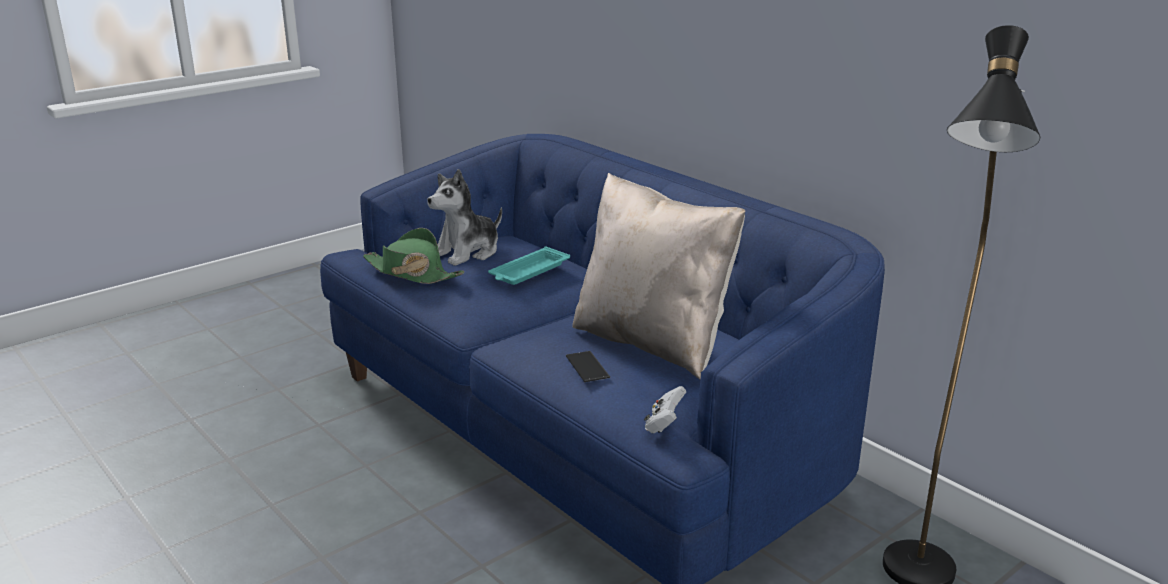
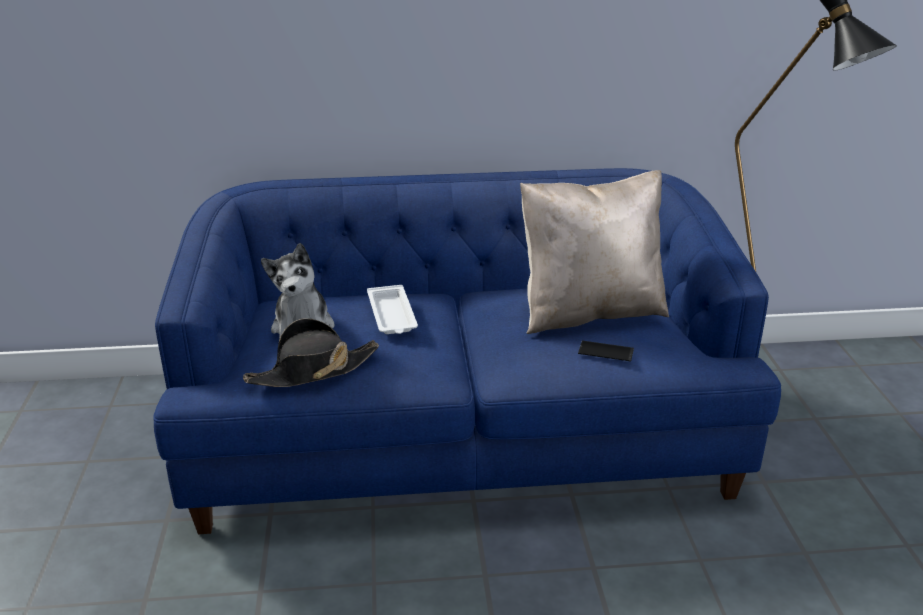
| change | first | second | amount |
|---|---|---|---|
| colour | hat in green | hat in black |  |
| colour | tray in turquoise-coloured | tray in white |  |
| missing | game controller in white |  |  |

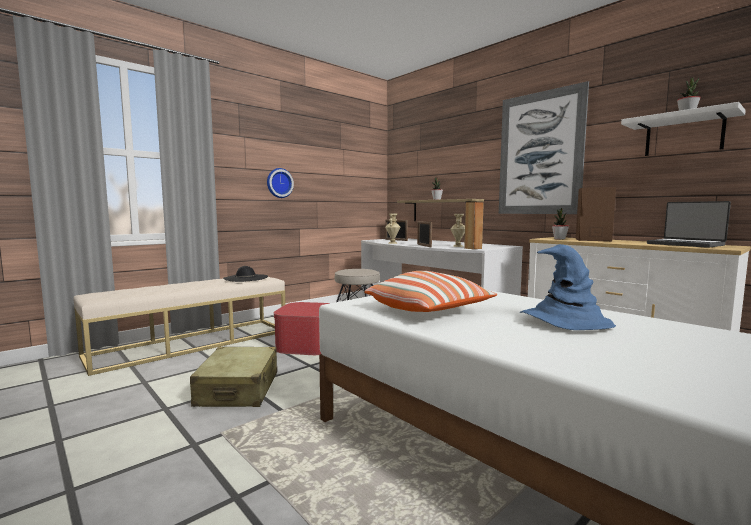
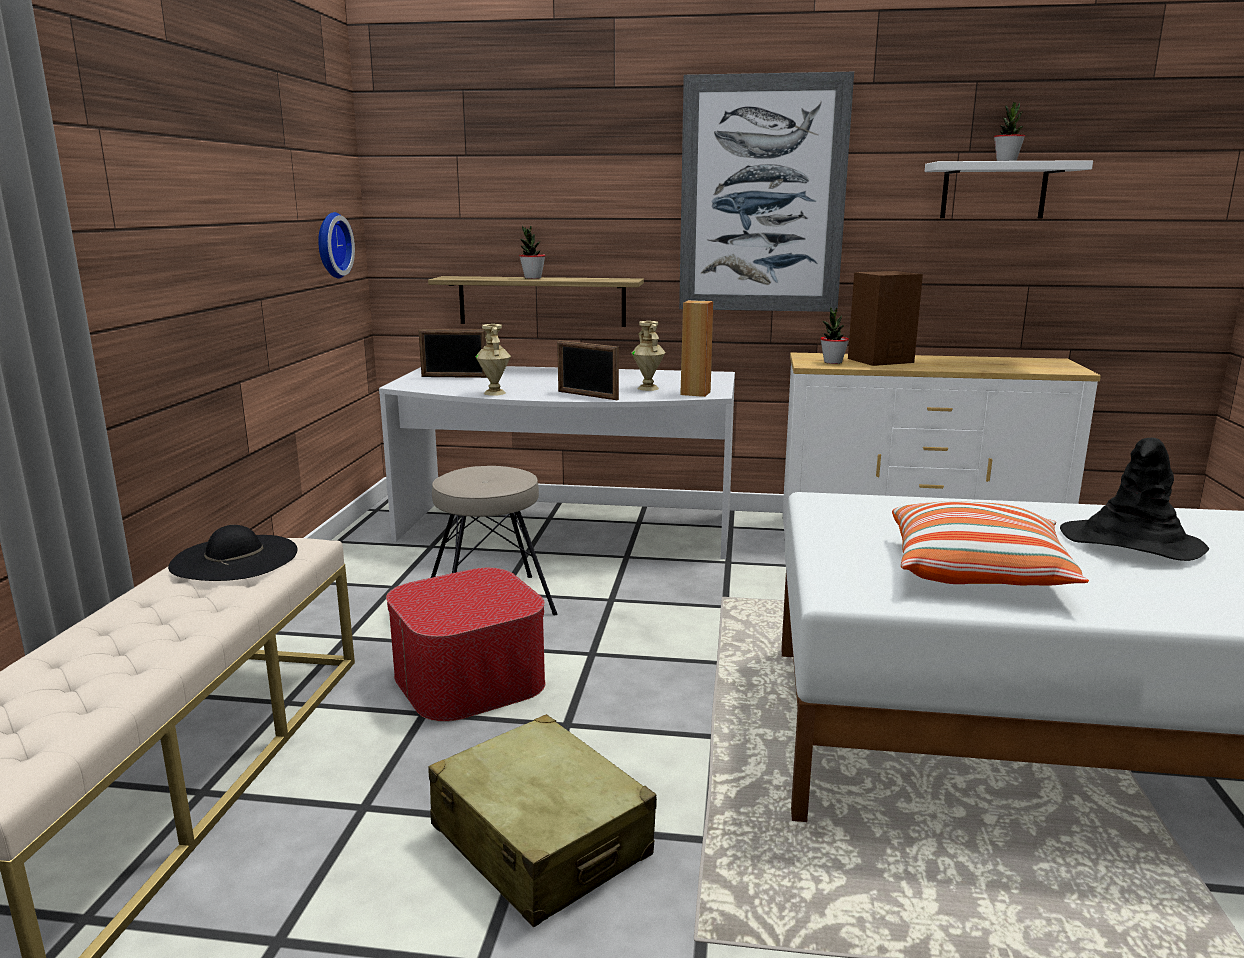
| change | first | second | amount |
|---|---|---|---|
| relocated | hanging clock |  |  |
| colour | hat in bluish | hat in black (no. 2 from left) |  |
| missing | portable computer |  |  |

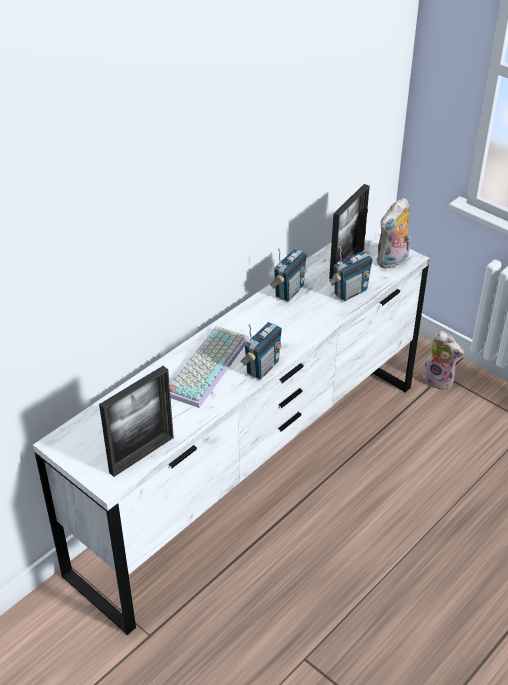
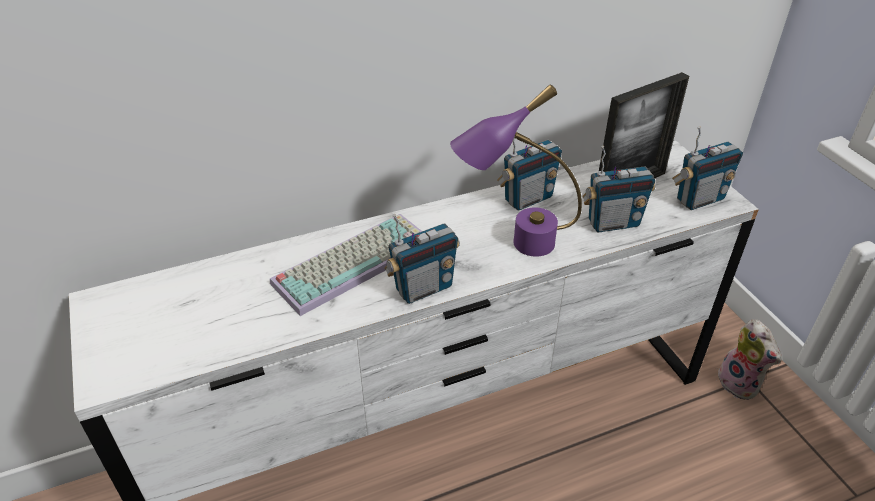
| change | first | second | amount |
|---|---|---|---|
| missing | standing frame (no. 1 from left) |  |  |
| exchanged | cuddly toy (no. 1 from left) | radio set (no. 4 from left) |  |
| appeared |  | lamp for a table in purple-coloured |  |

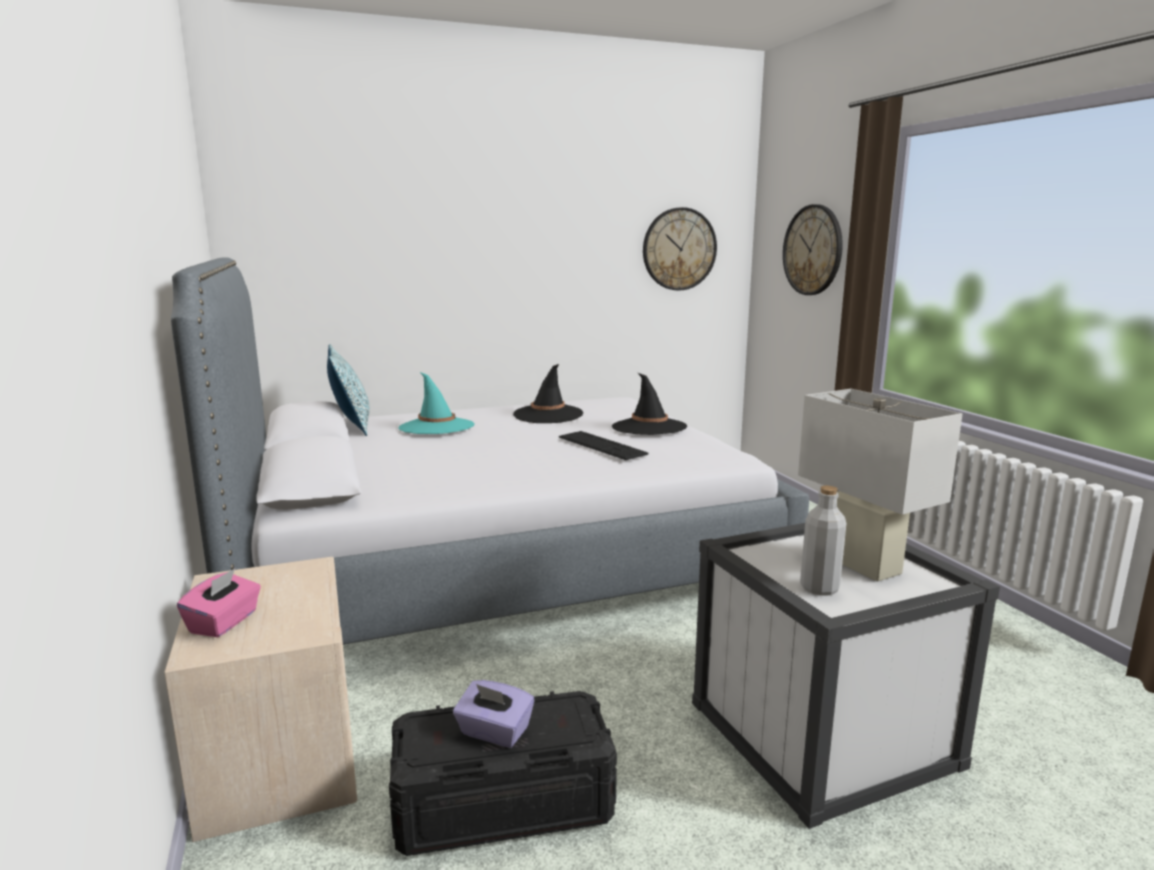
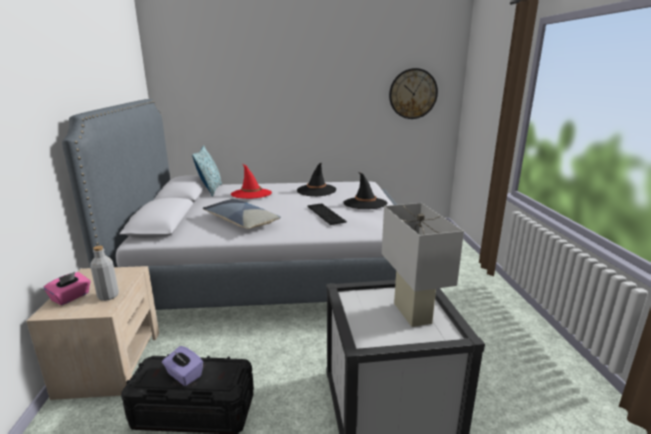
| change | first | second | amount |
|---|---|---|---|
| colour | hat in turquoise-coloured | hat in red-coloured |  |
| missing | hanging clock (no. 2 from left) |  |  |
| relocated | beverage bottle in gray |  |  |
| appeared |  | cushion (no. 2 from left) |  |

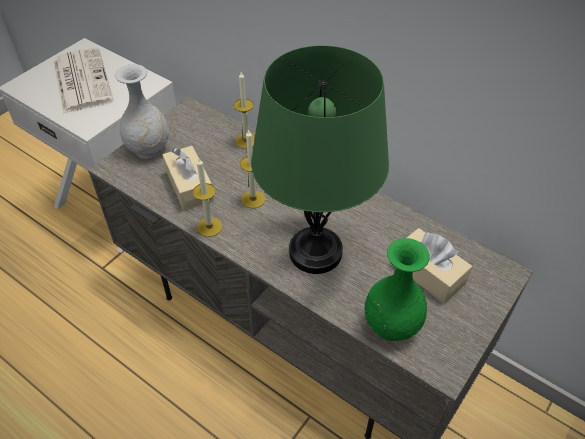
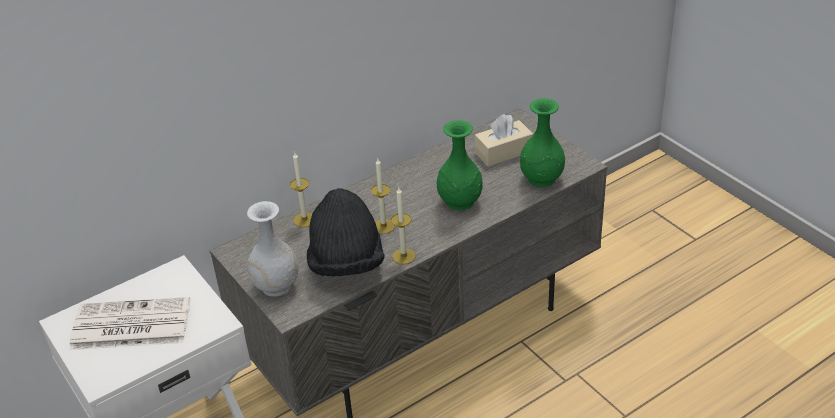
| change | first | second | amount |
|---|---|---|---|
| exchanged | tissue holder in beige (no. 1 from left) | hat in black |  |
| exchanged | lamp for a table in green | decorative vase in green (no. 1 from left) |  |

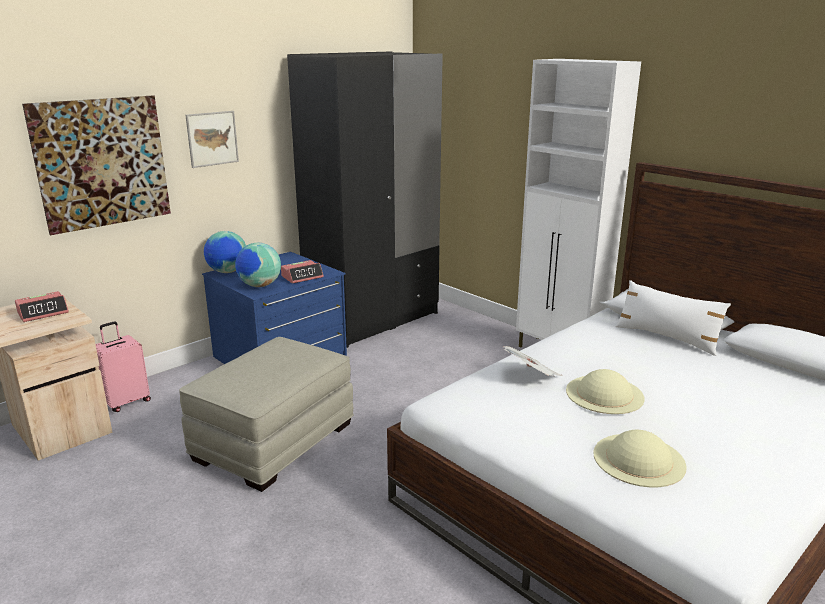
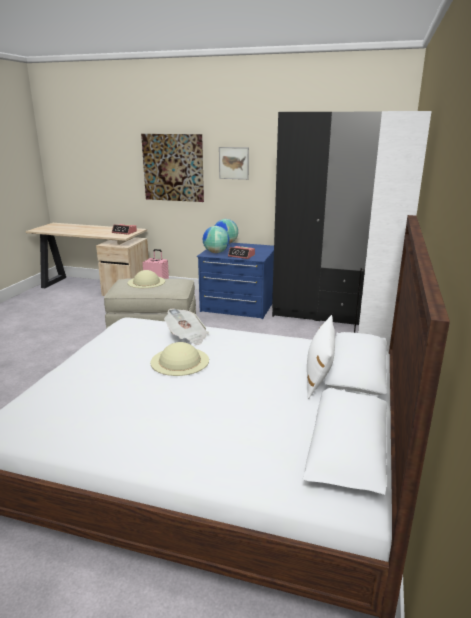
| change | first | second | amount |
|---|---|---|---|
| relocated | hat in beige (no. 2 from left in the first image) | hat in beige (no. 1 from left) |  |

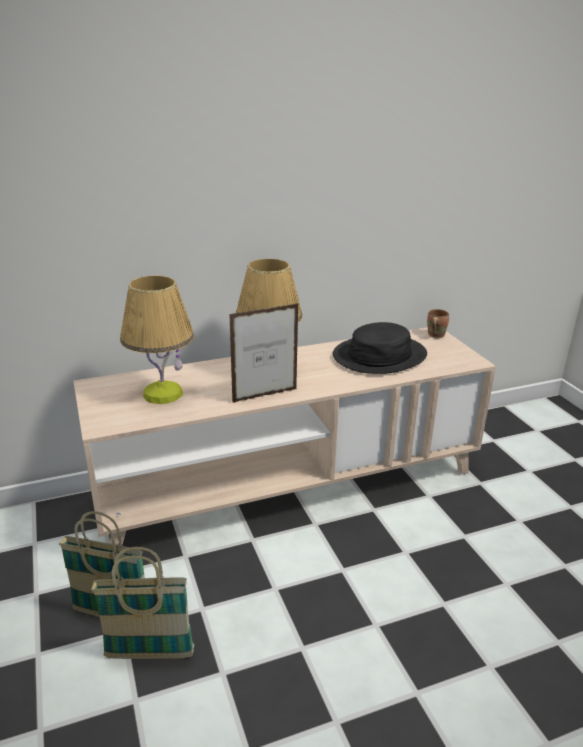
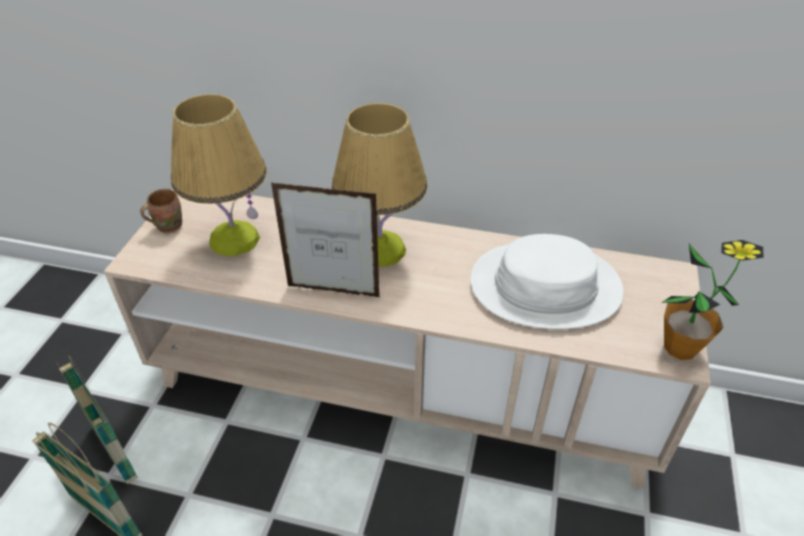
| change | first | second | amount |
|---|---|---|---|
| colour | hat in black | hat in white |  |
| relocated | coffee mug in brown-coloured |  |  |
| appeared |  | potted plant |  |

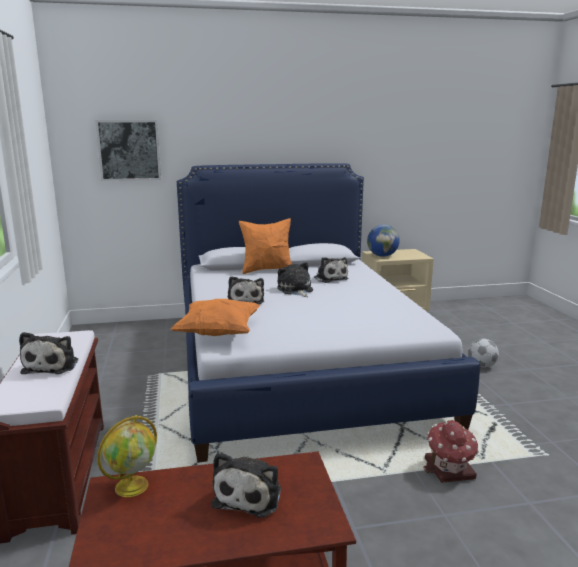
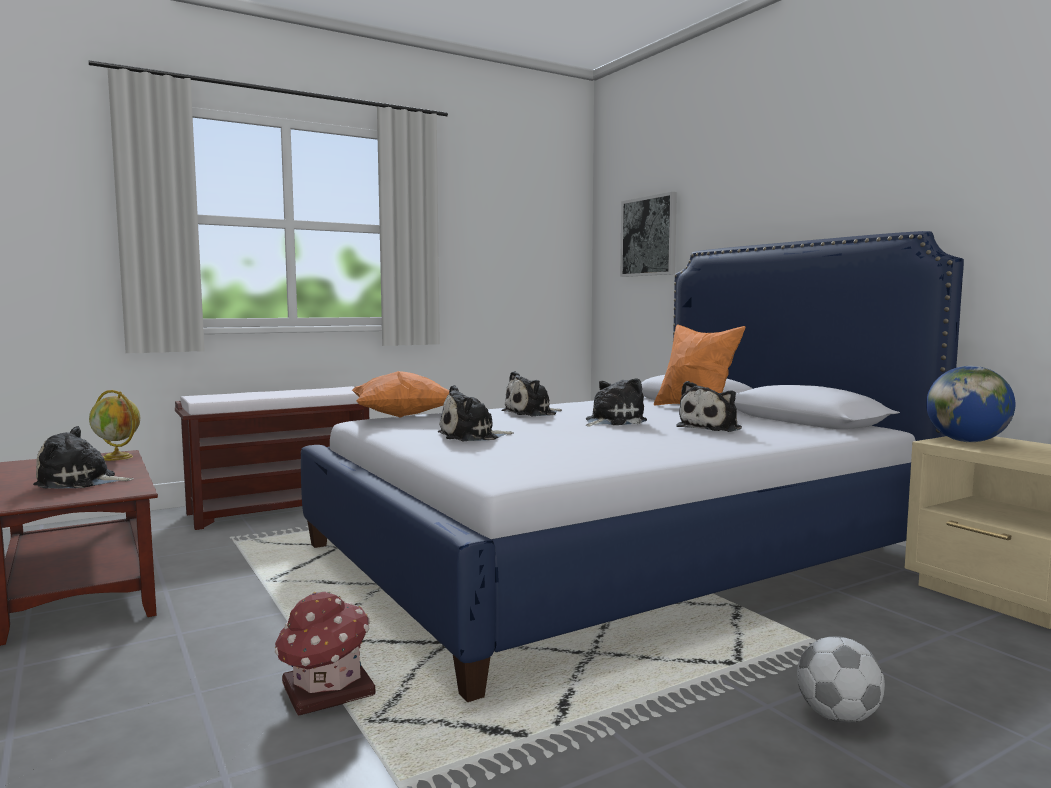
| change | first | second | amount |
|---|---|---|---|
| relocated | cuddly toy (no. 1 from left in the first image) | cuddly toy (no. 2 from left) |  |

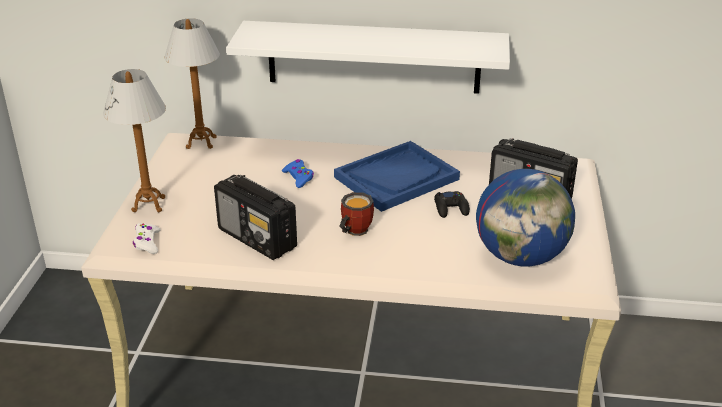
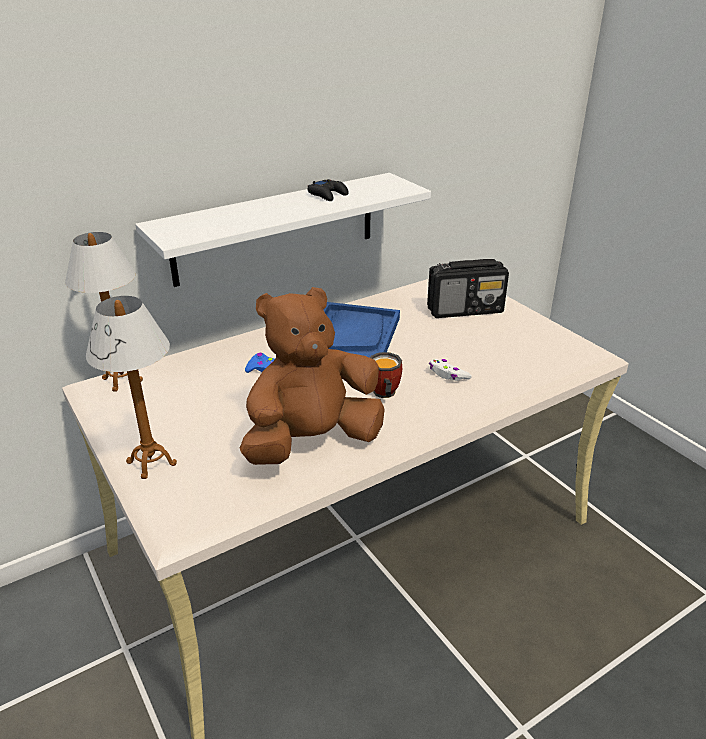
| change | first | second | amount |
|---|---|---|---|
| relocated | game controller in white |  |  |
| exchanged | radio set (no. 1 from left) | cuddly toy in brown-coloured |  |
| relocated | game controller in black |  |  |
| missing | world globe |  |  |

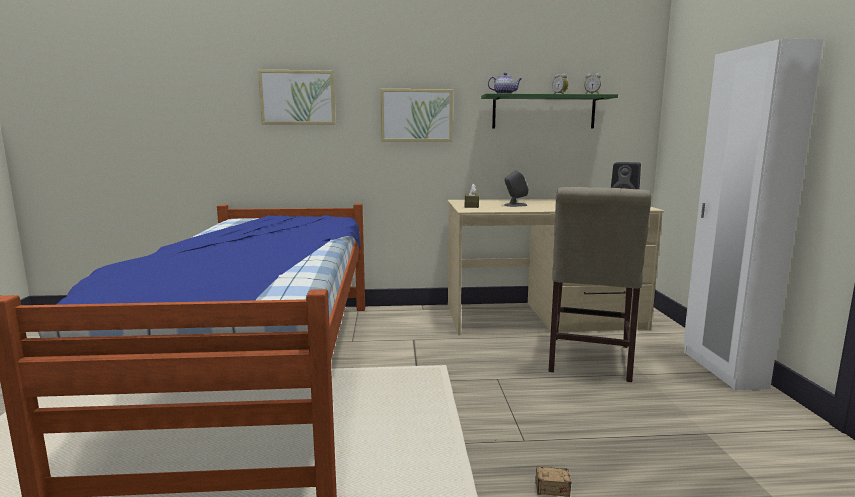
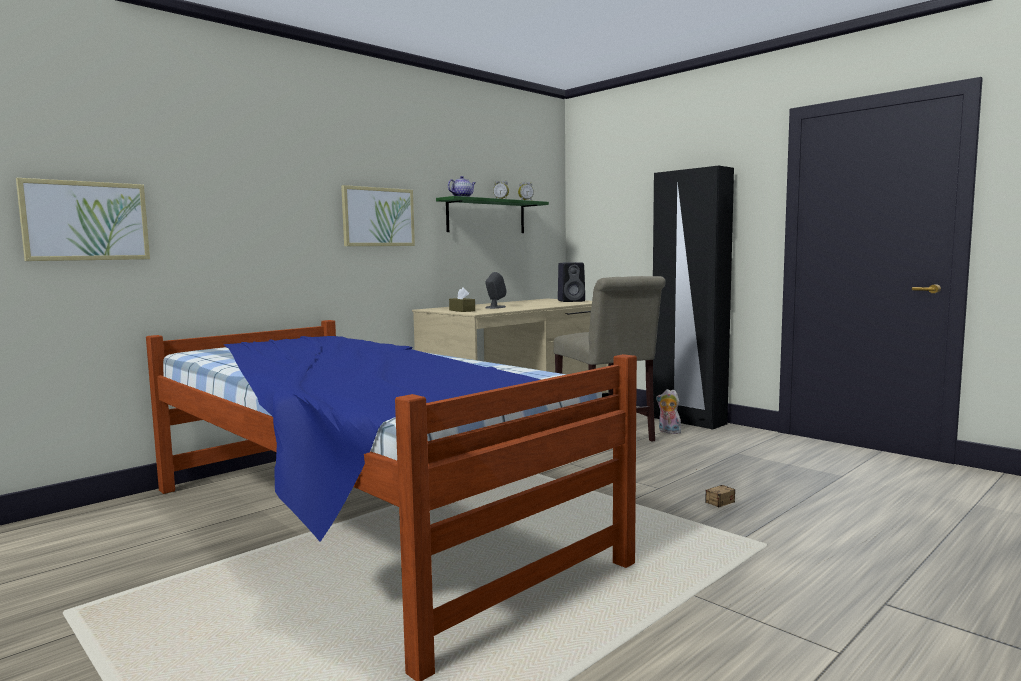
| change | first | second | amount |
|---|---|---|---|
| relocated | wall art (no. 1 from left) |  |  |
| colour | wardrobe in white | wardrobe in black |  |
| appeared |  | cuddly toy |  |

